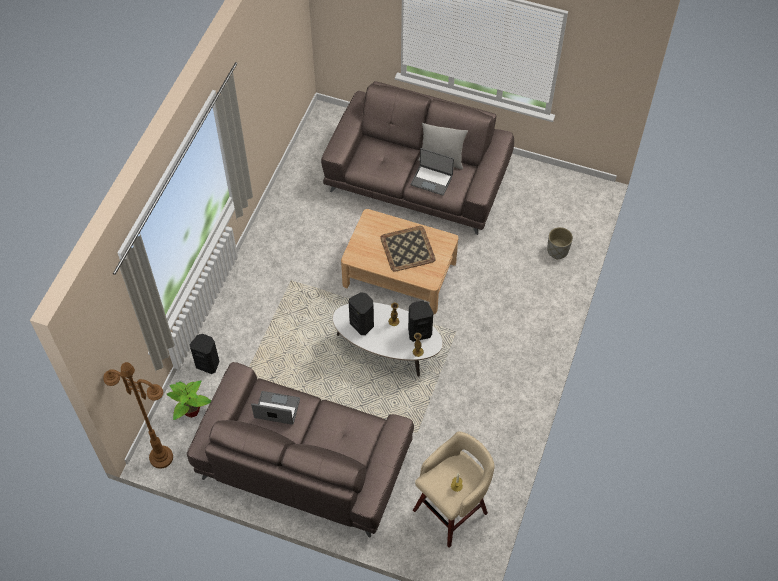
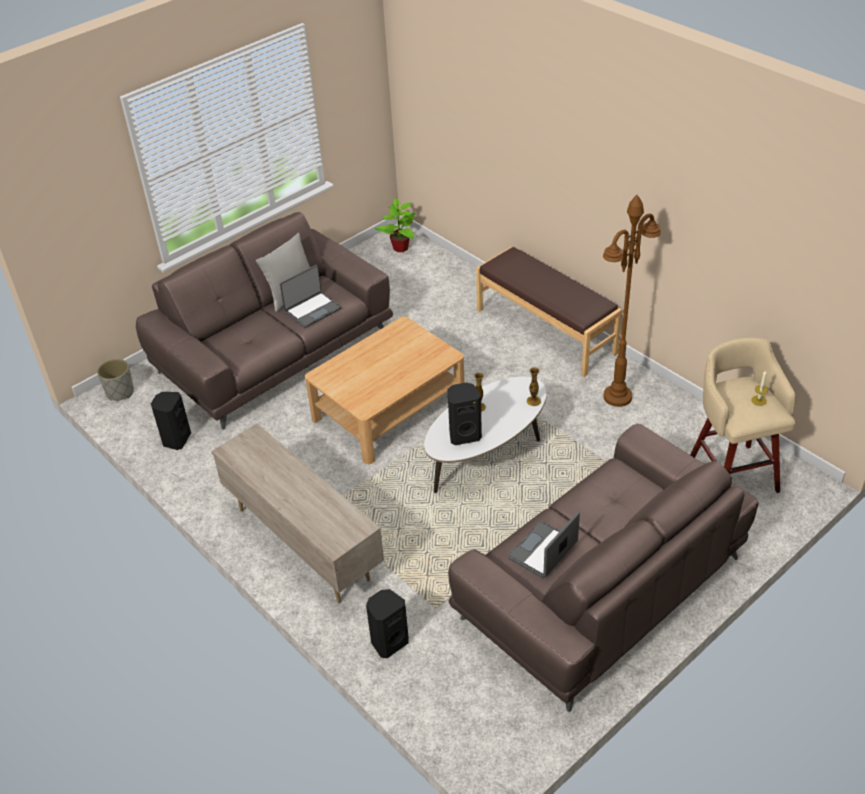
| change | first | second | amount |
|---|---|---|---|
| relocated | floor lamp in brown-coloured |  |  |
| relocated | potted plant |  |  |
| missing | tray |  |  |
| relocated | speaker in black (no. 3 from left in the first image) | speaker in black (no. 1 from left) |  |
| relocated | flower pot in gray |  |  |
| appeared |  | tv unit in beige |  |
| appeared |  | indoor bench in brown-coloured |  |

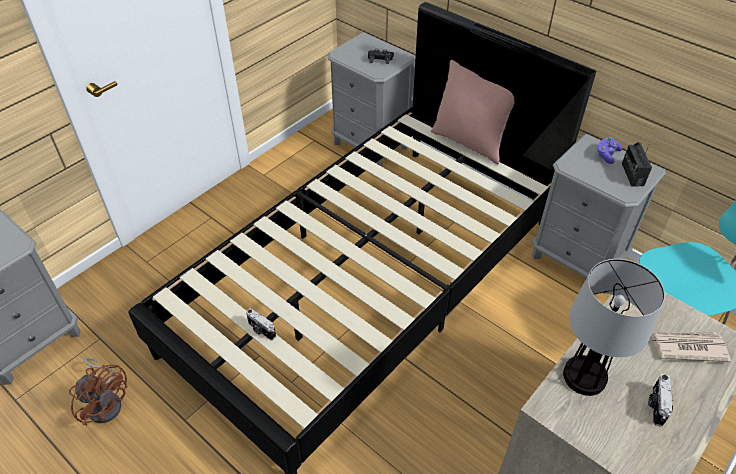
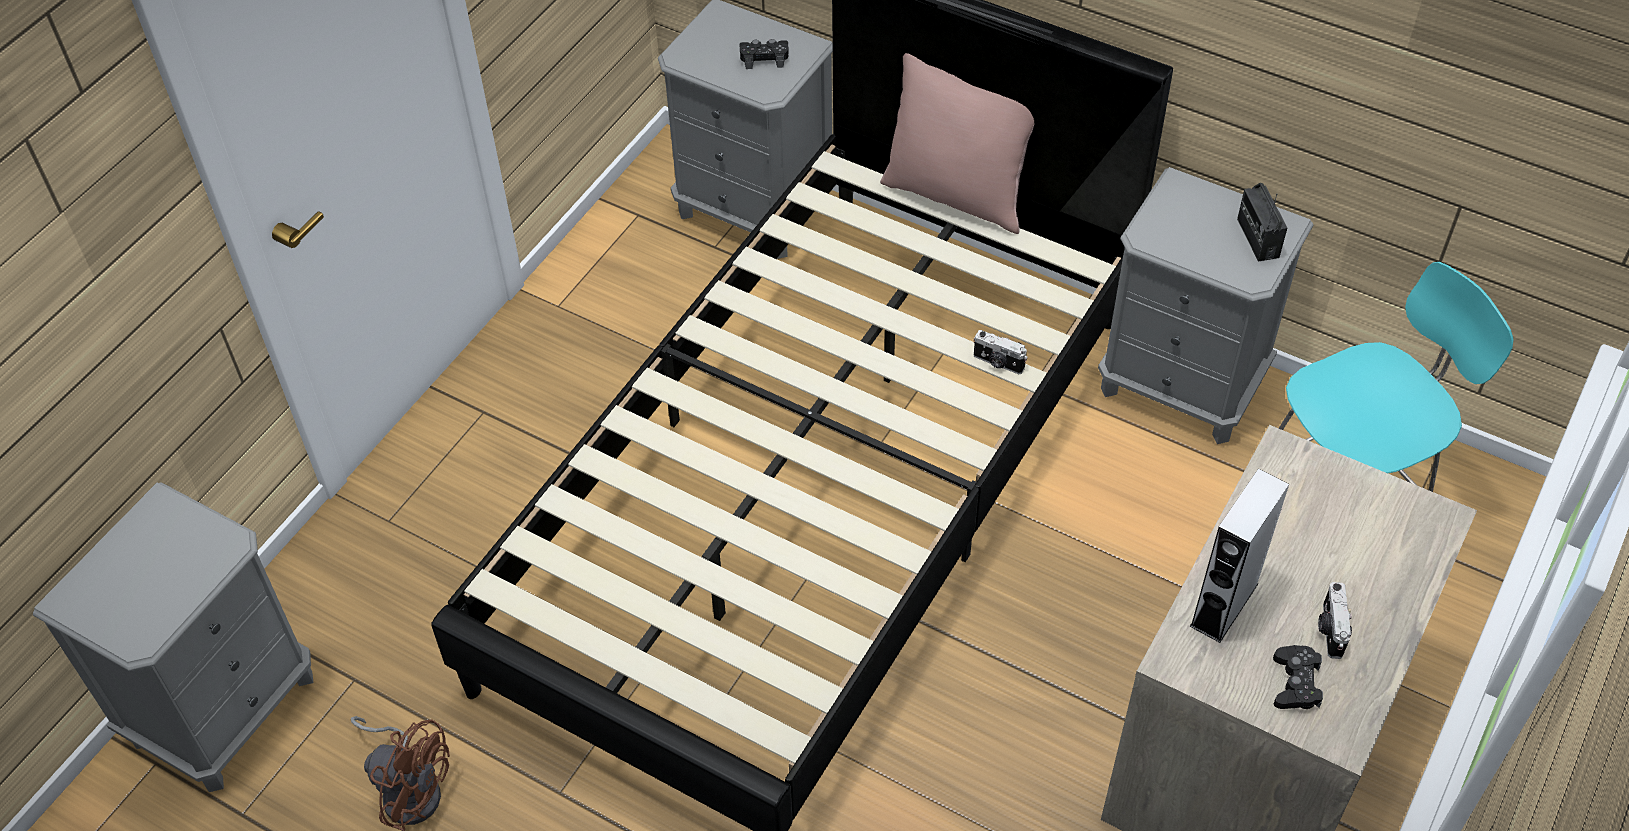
| change | first | second | amount |
|---|---|---|---|
| relocated | still camera (no. 1 from left) |  |  |
| exchanged | lamp for a table | speaker in gray |  |
| missing | game controller in purple-coloured |  |  |
| missing | newspaper |  |  |
| appeared |  | game controller in black (no. 2 from left) |  |

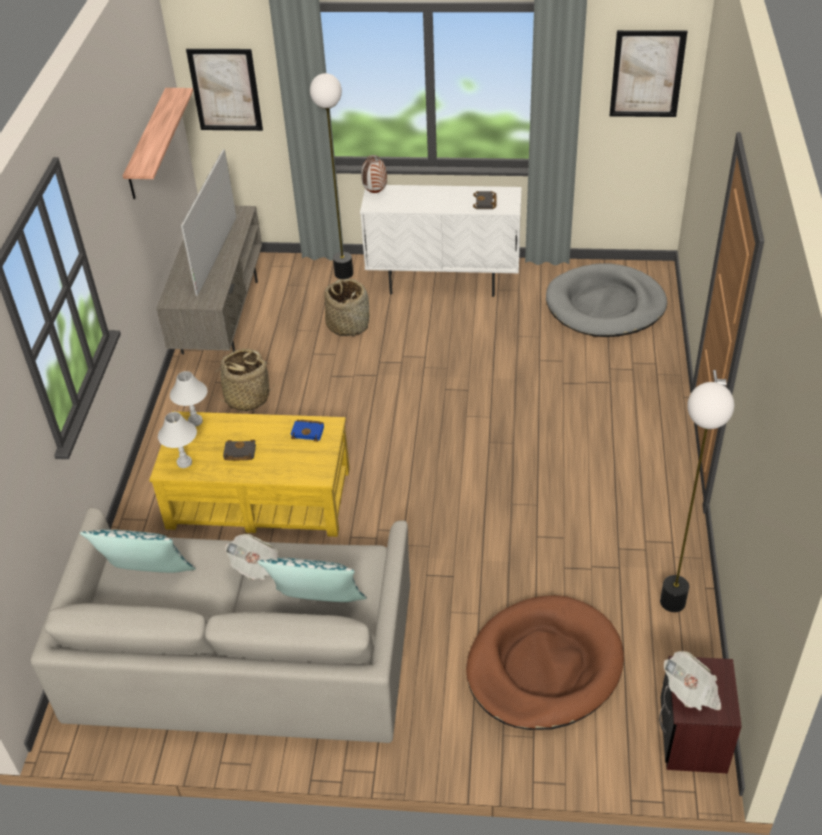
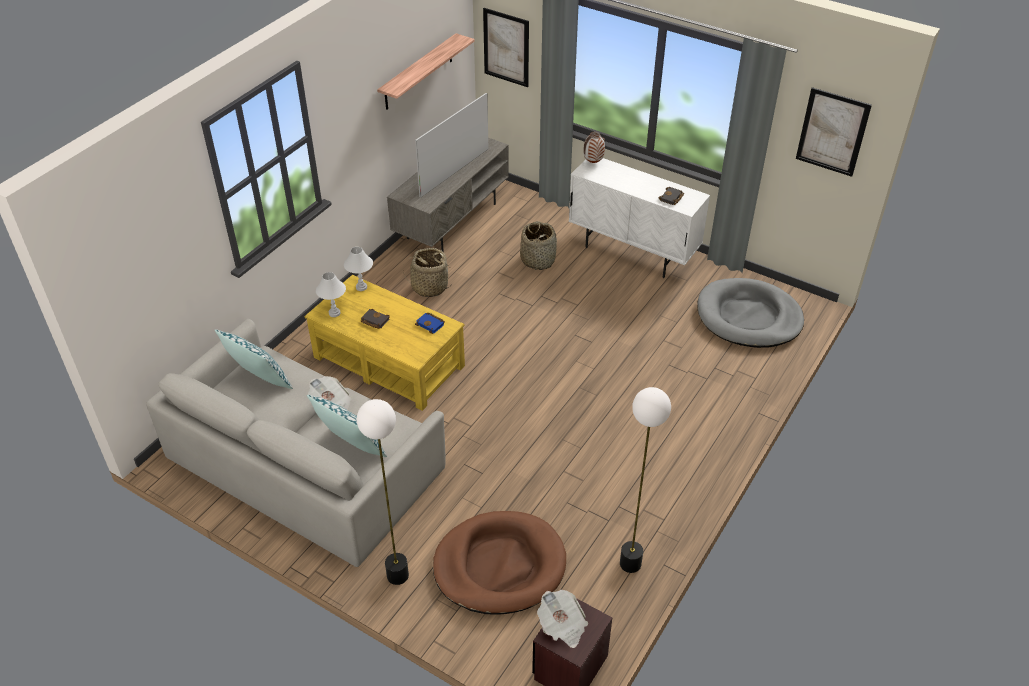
| change | first | second | amount |
|---|---|---|---|
| relocated | floor lamp (no. 1 from left) |  |  |

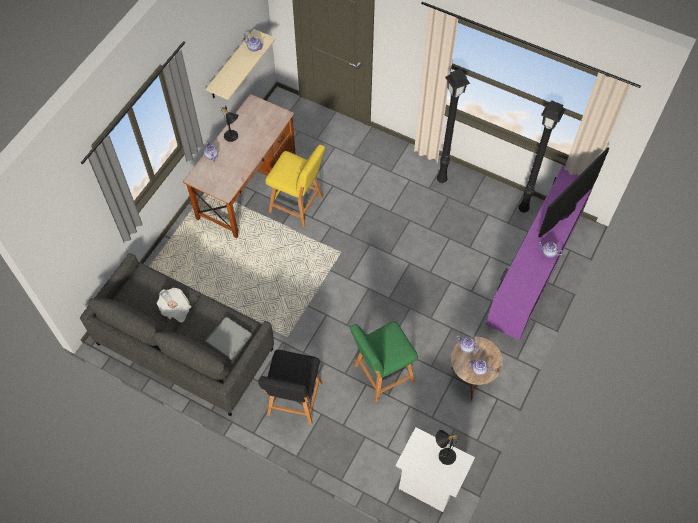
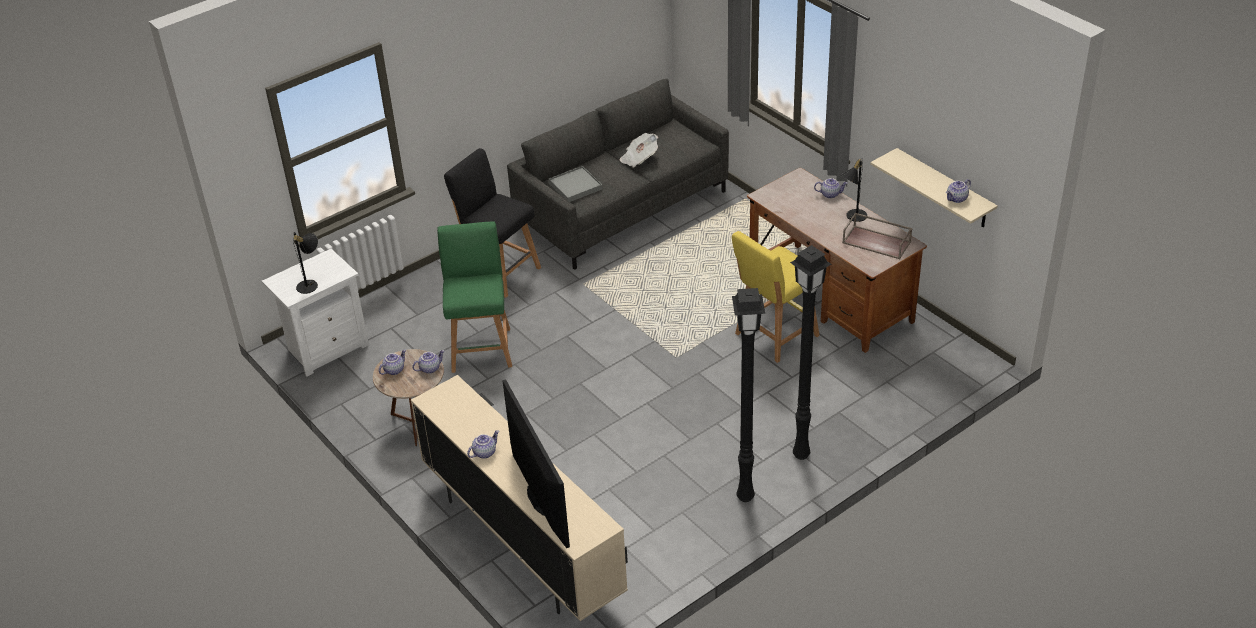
| change | first | second | amount |
|---|---|---|---|
| colour | tv unit in purple-coloured | tv unit in beige |  |
| relocated | floor lamp in black (no. 2 from left) |  |  |
| appeared |  | tray in brown-coloured |  |

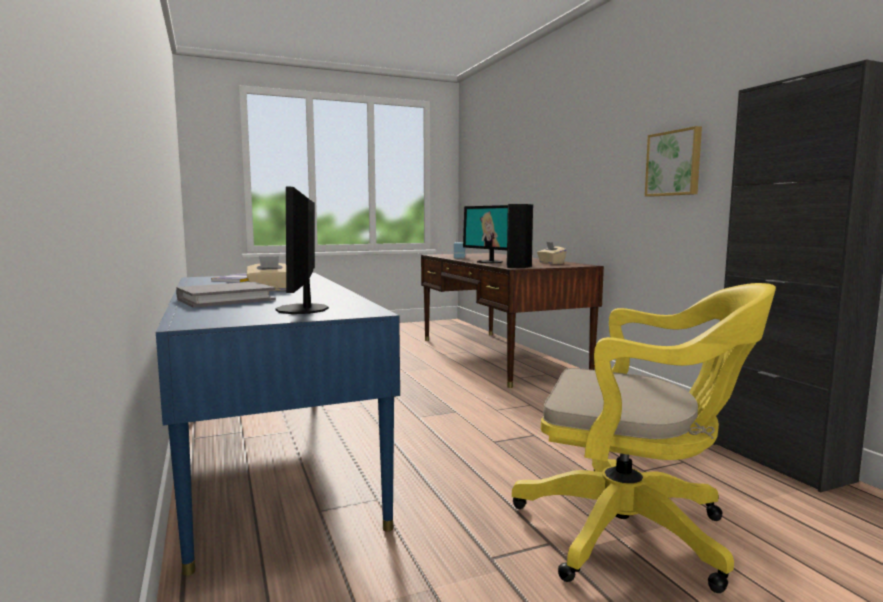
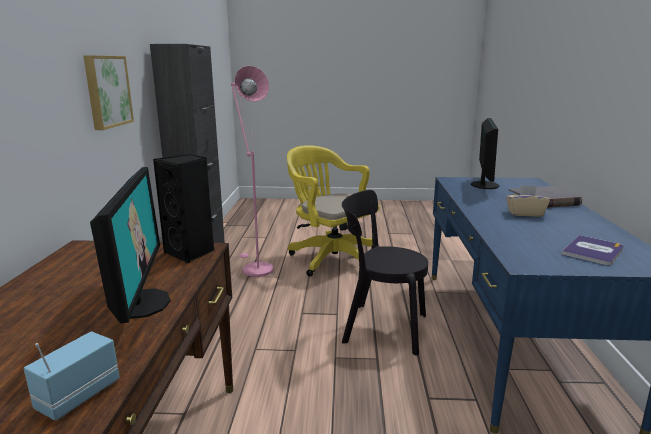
| change | first | second | amount |
|---|---|---|---|
| missing | tissue holder in beige (no. 2 from left) |  |  |
| appeared |  | floor lamp in pinkish |  |
| appeared |  | chair in black |  |

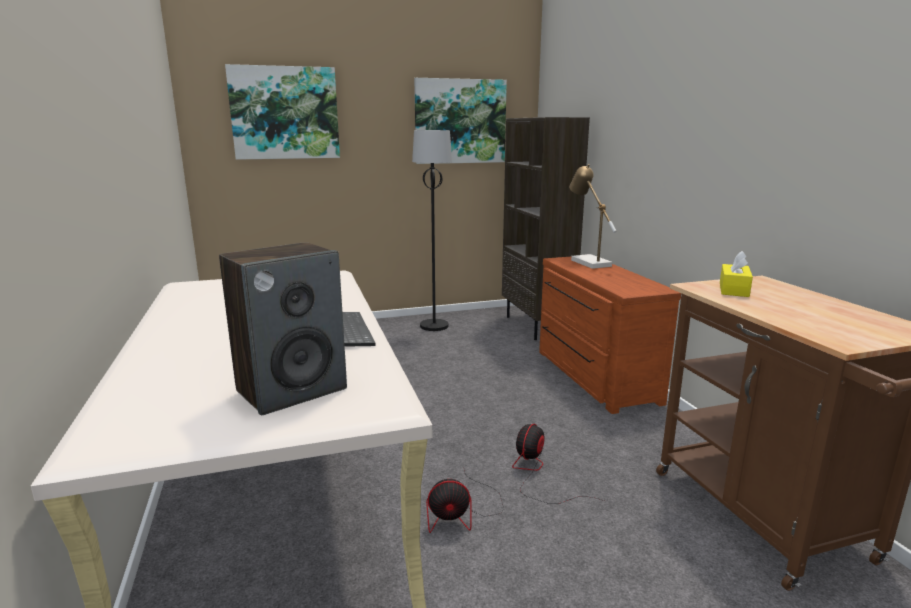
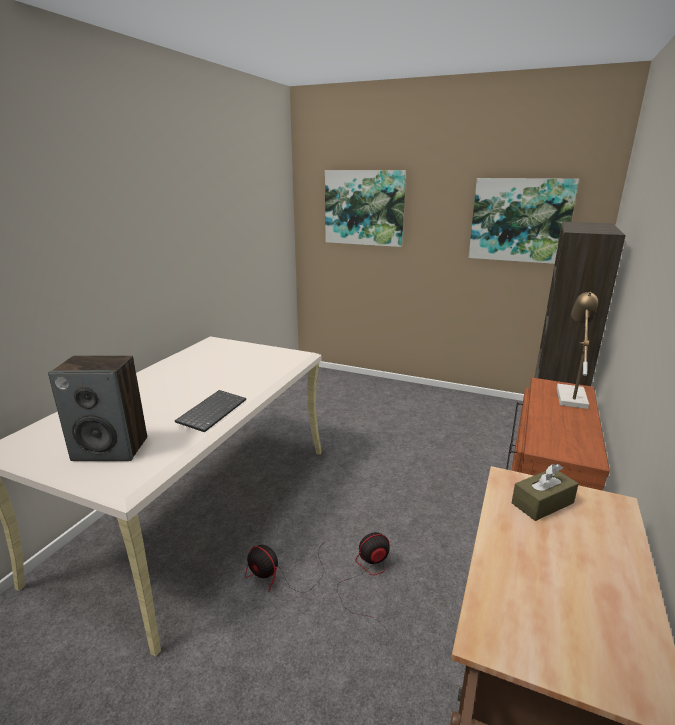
| change | first | second | amount |
|---|---|---|---|
| missing | floor lamp in black |  |  |
| colour | tissue holder in yellowish | tissue holder in brown-coloured |  |

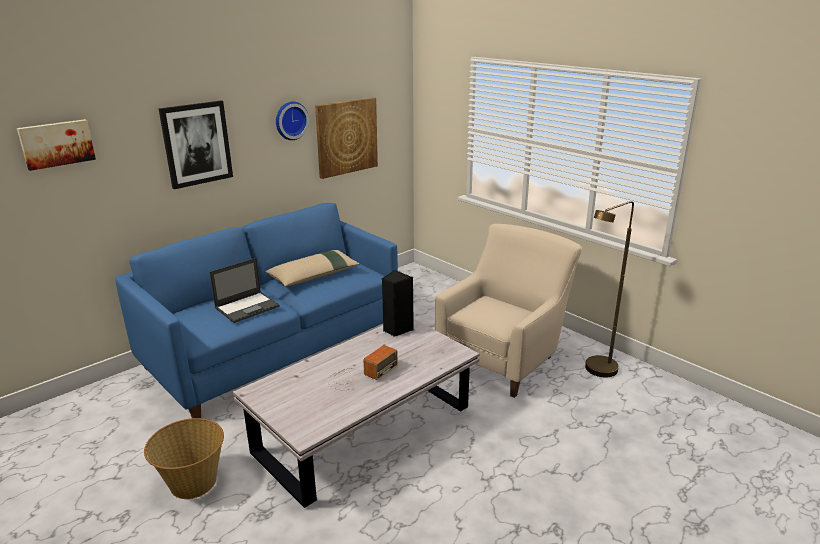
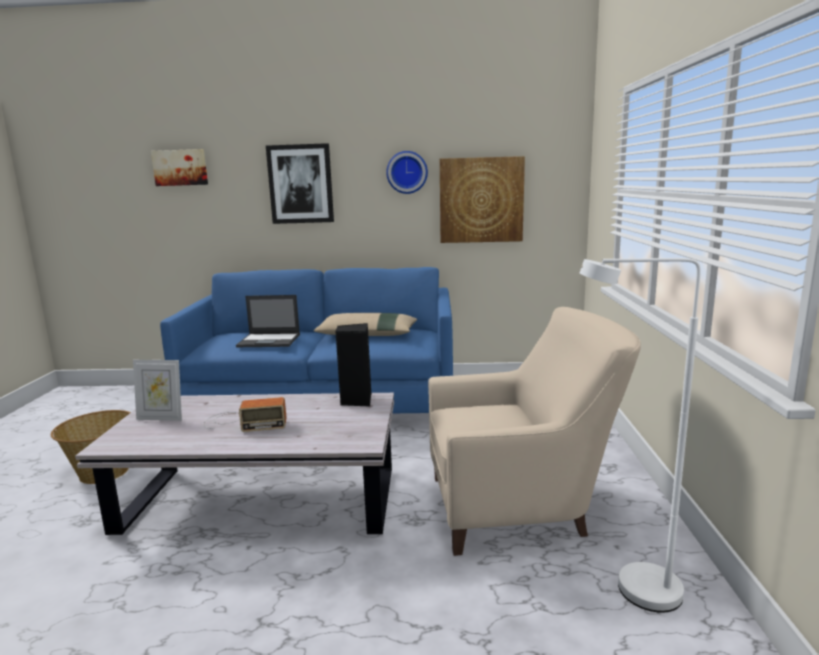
| change | first | second | amount |
|---|---|---|---|
| colour | floor lamp in brown-coloured | floor lamp in white |  |
| appeared |  | standing frame |  |

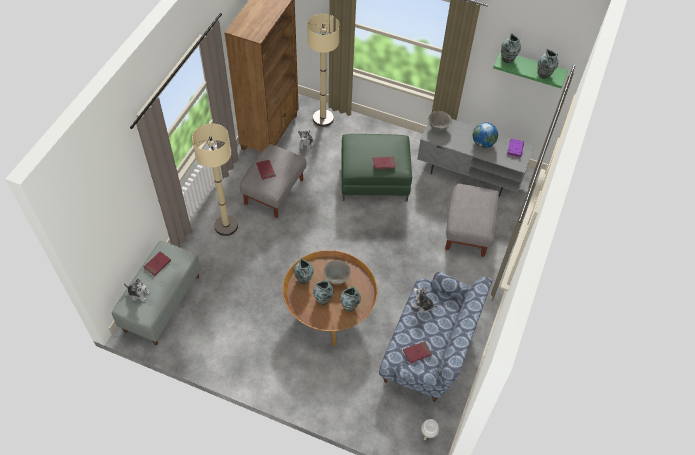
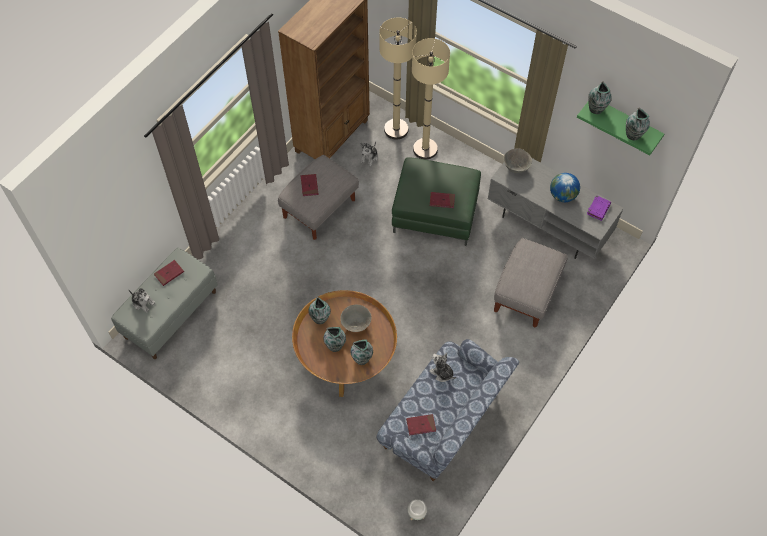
| change | first | second | amount |
|---|---|---|---|
| relocated | floor lamp in beige (no. 1 from left in the first image) | floor lamp in beige (no. 2 from left) |  |

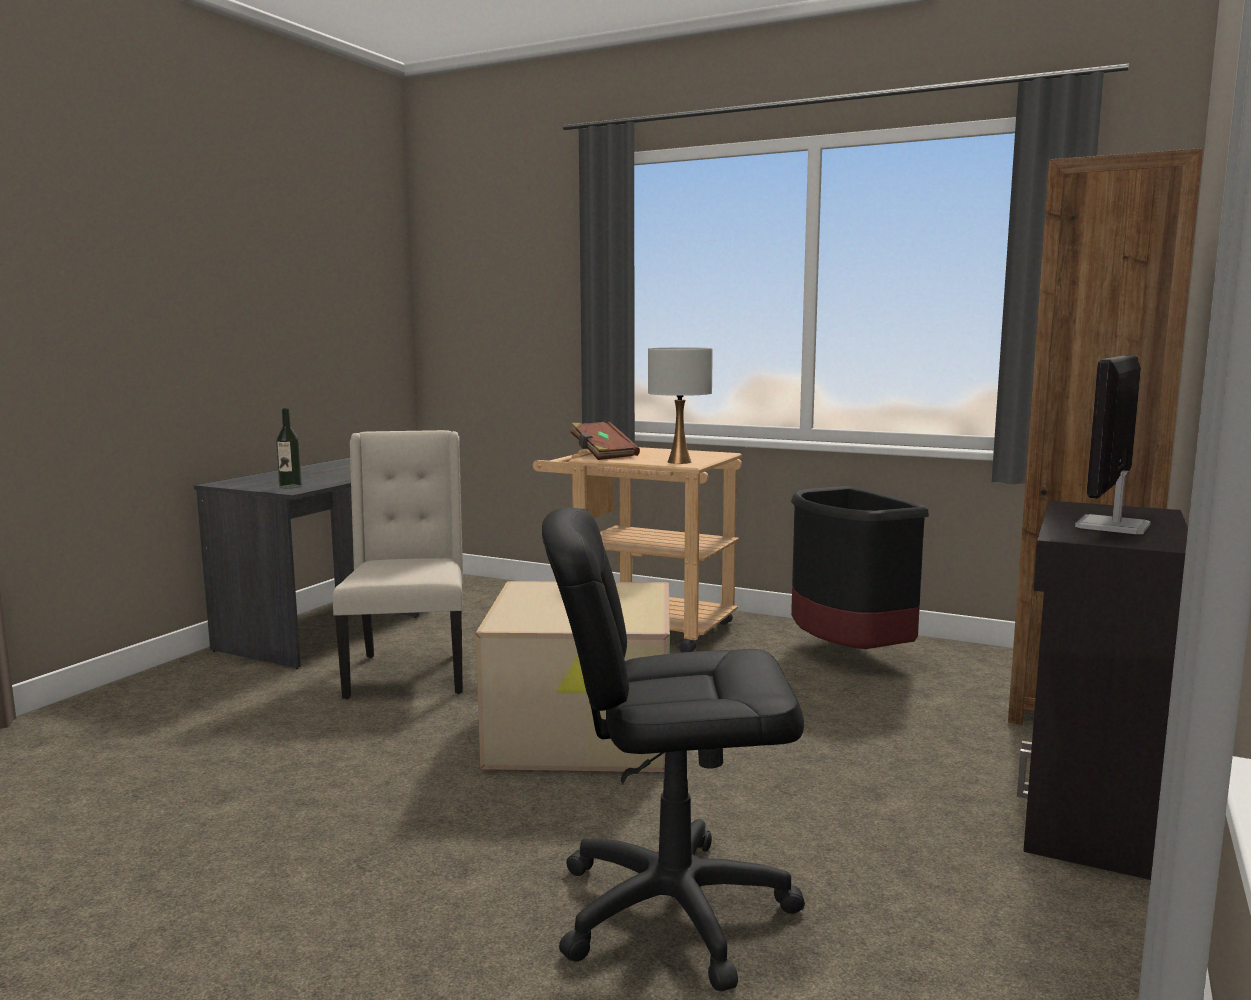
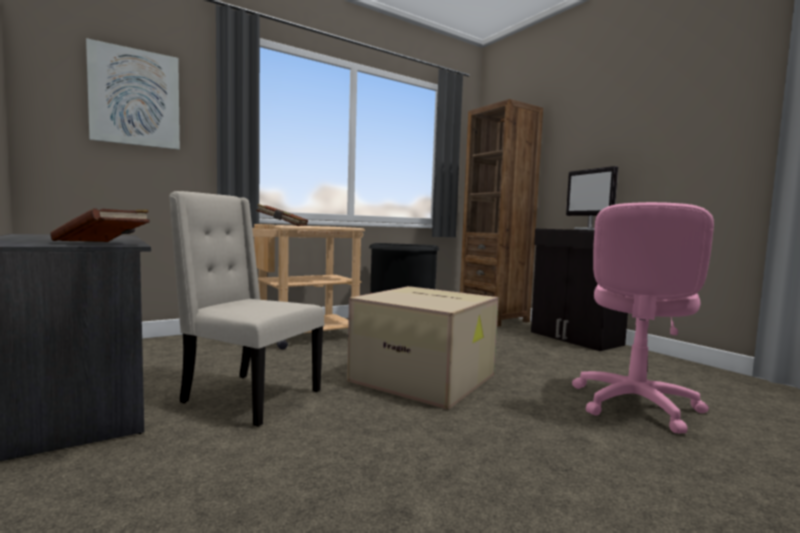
| change | first | second | amount |
|---|---|---|---|
| exchanged | beverage bottle | volume in brown-coloured (no. 1 from left) |  |
| colour | desk chair in black | desk chair in pinkish |  |
| missing | lamp for a table in white |  |  |
| appeared |  | wall art |  |

